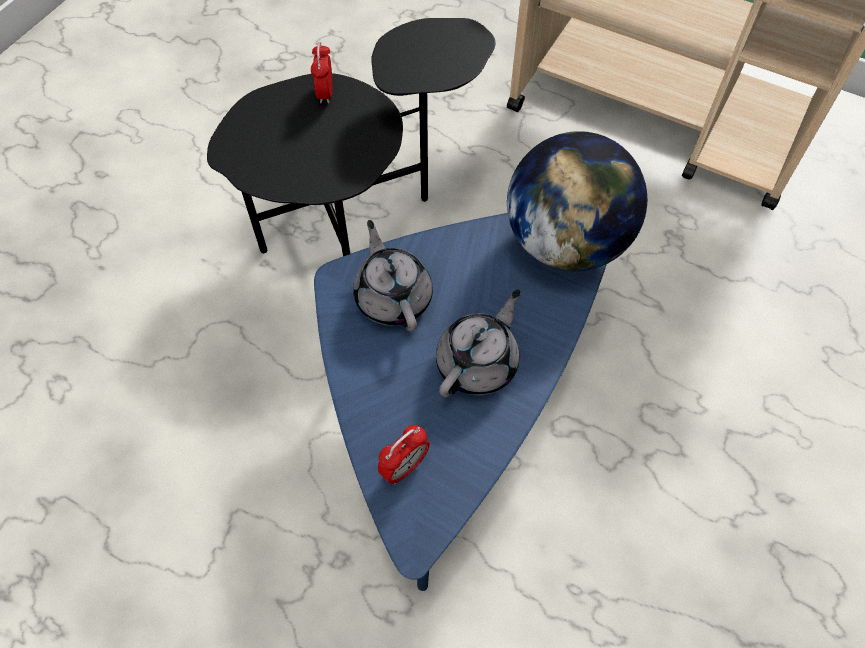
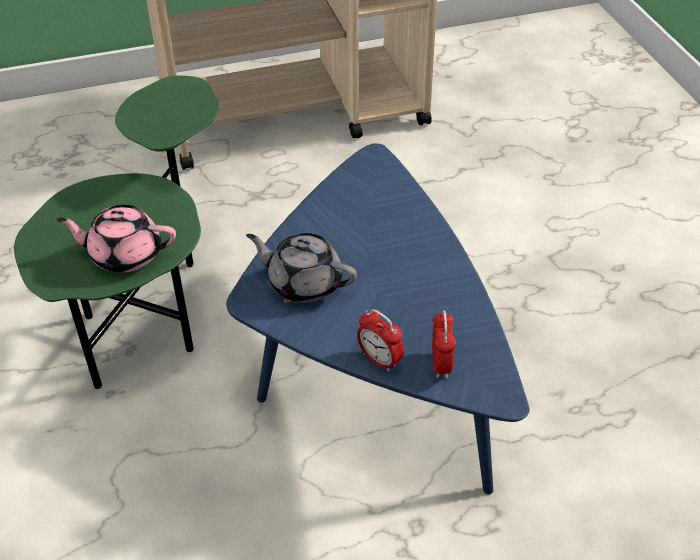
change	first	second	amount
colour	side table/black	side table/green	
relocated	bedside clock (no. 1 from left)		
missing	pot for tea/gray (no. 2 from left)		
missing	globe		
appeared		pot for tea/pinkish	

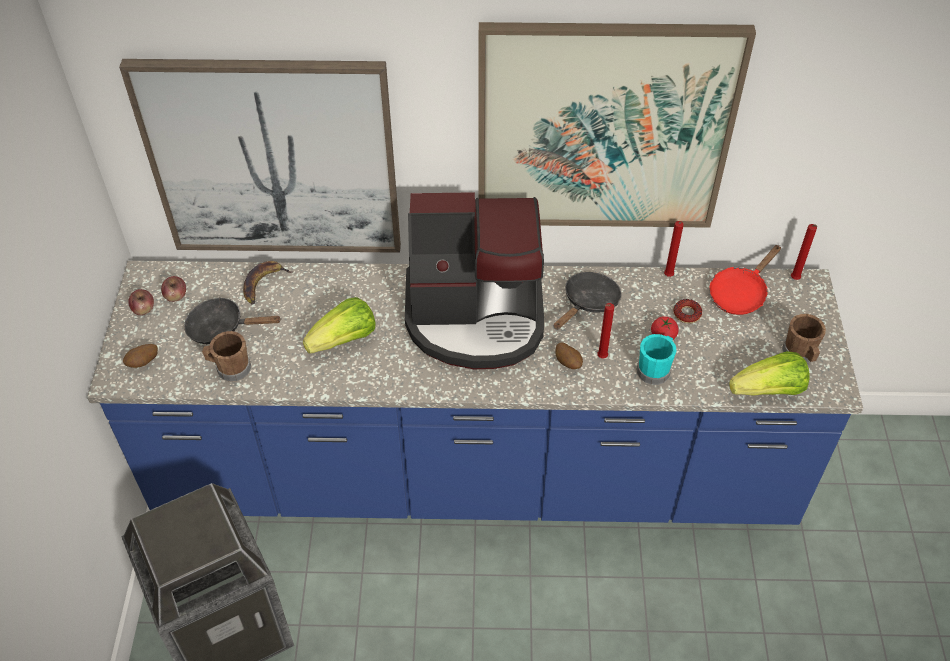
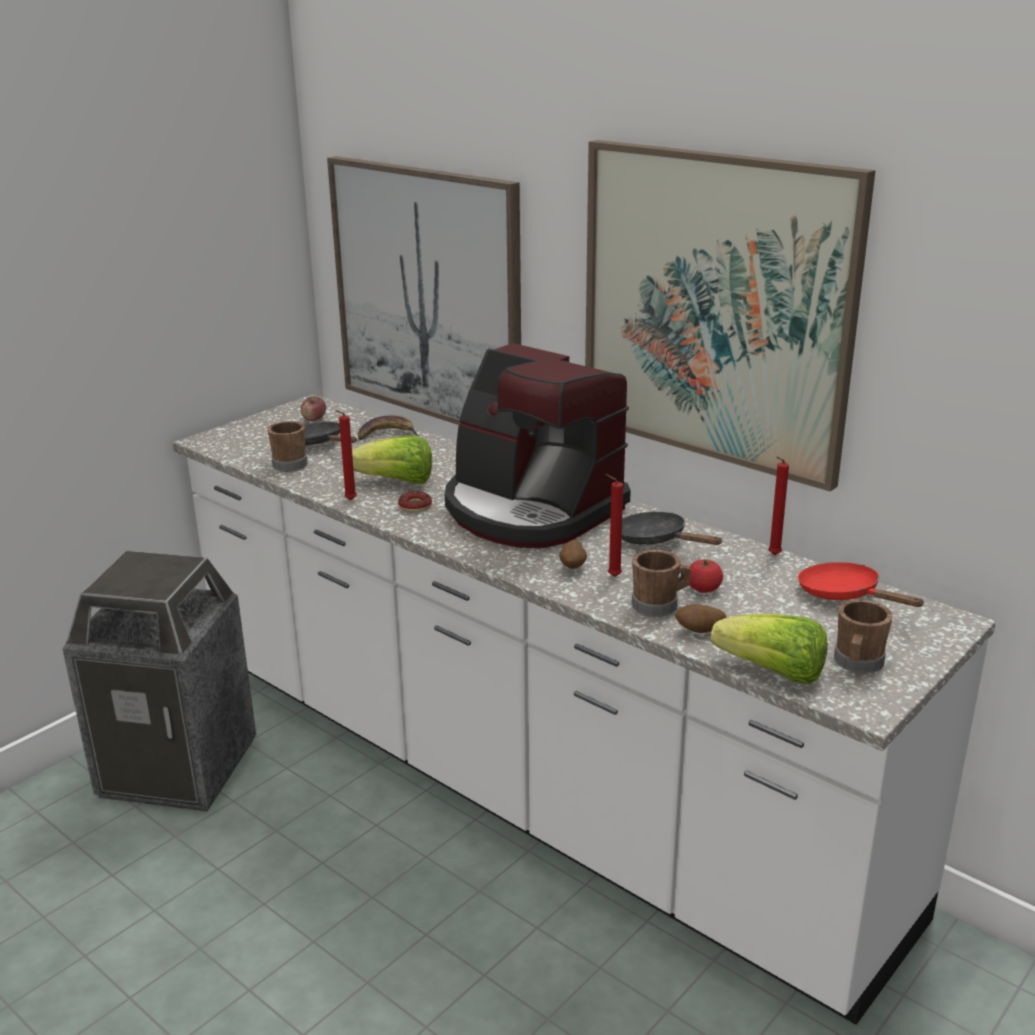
change	first	second	amount
colour	kitchen counter/blue	kitchen counter/white-coloured	
relocated	whole potato (no. 1 from left in the first image)	whole potato (no. 2 from left)	
missing	apple (no. 1 from left)		
spun	frying pan/black (no. 2 from left)		120 degrees counterclockwise
colour	tea mug/turquoise-coloured	tea mug/brown (no. 2 from left)	
relocated	doughnut		
spun	frying pan/reddish		60 degrees clockwise
relocated	wax light/reddish (no. 3 from left in the first image)	wax light/reddish (no. 1 from left)	

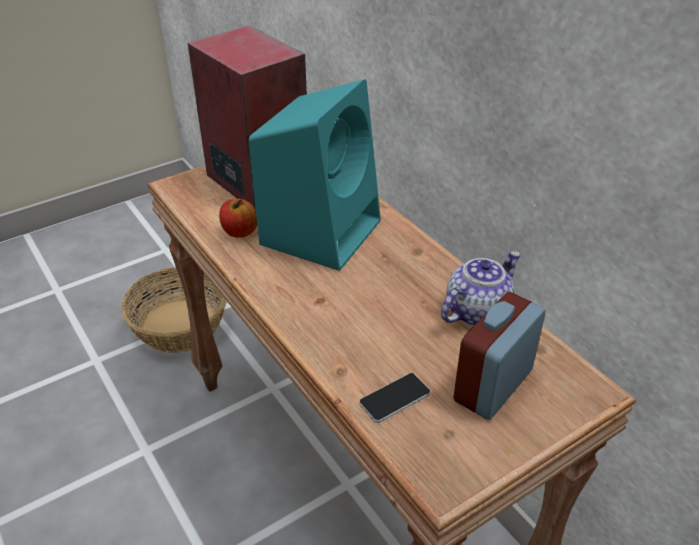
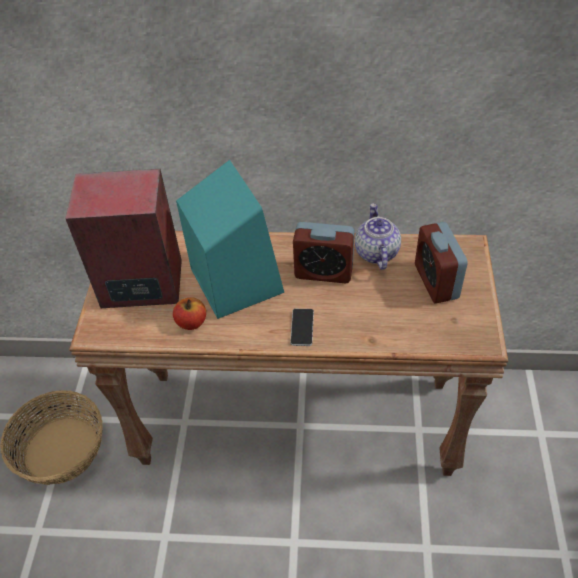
change	first	second	amount
relocated	telephone		
appeared		bedside clock (no. 1 from left)	

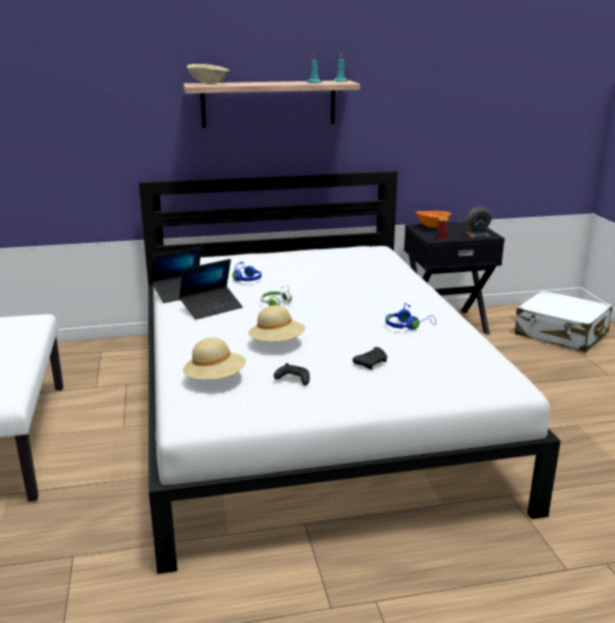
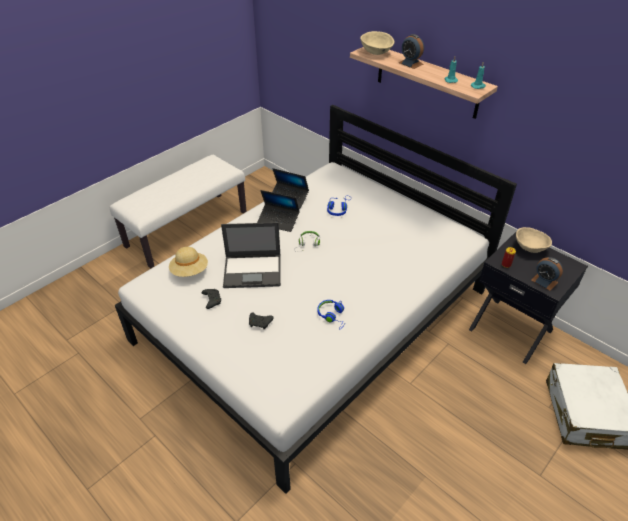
change	first	second	amount
exchanged	clothing hat/sand-coloured (no. 2 from left)	laptop (no. 1 from left)	
colour	serving bowl/orangey	serving bowl/sand-coloured (no. 2 from left)	
appeared		bedside clock (no. 1 from left)	

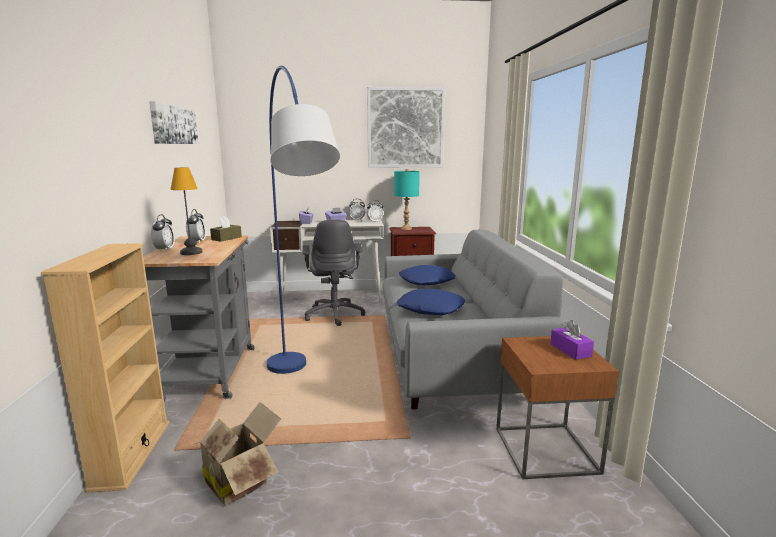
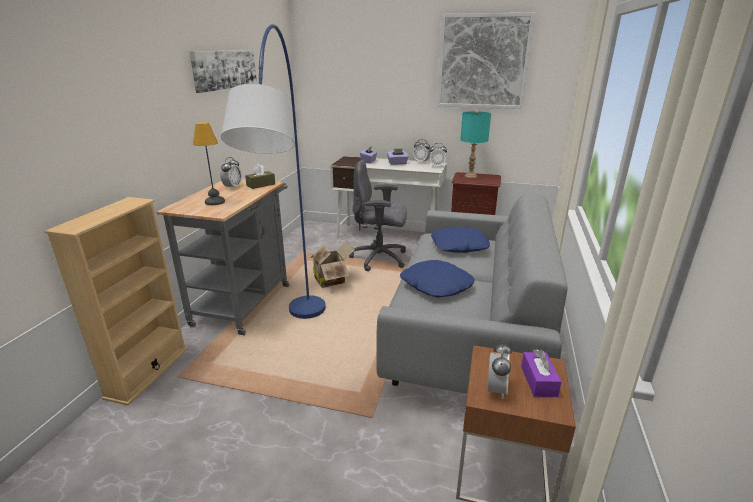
change	first	second	amount
relocated	bedside clock (no. 1 from left in the first image)	bedside clock (no. 4 from left)	
relocated	cardboard box		
spun	computer chair/gray		90 degrees clockwise

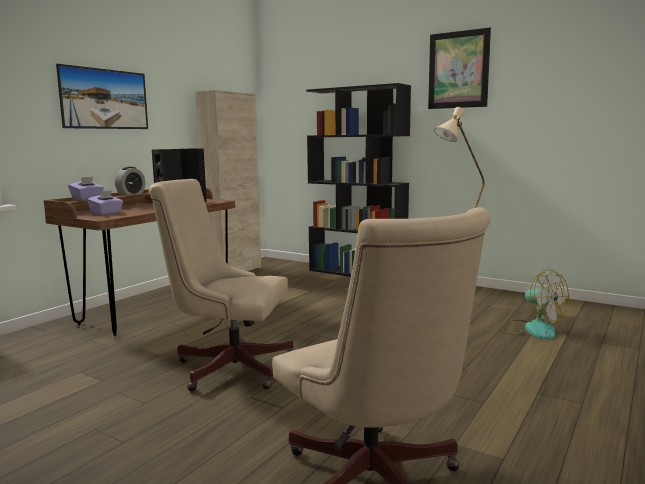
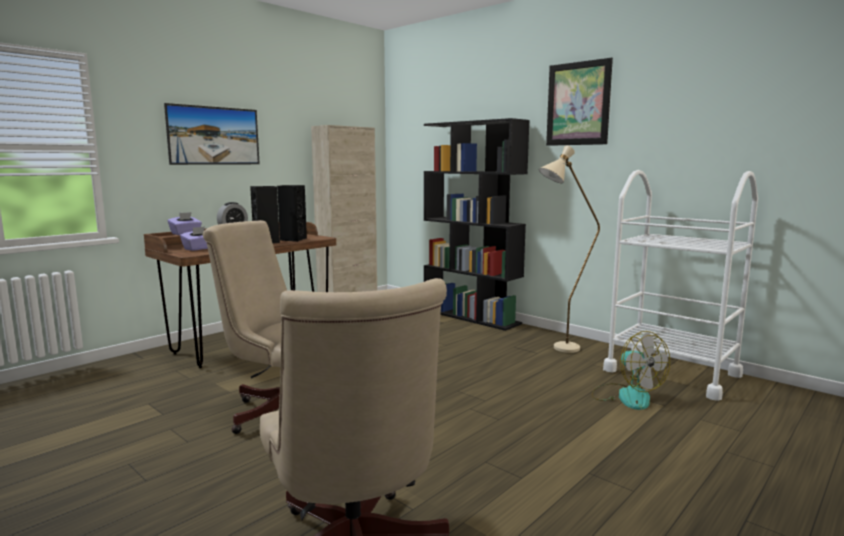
change	first	second	amount
appeared		trolley/white-coloured	

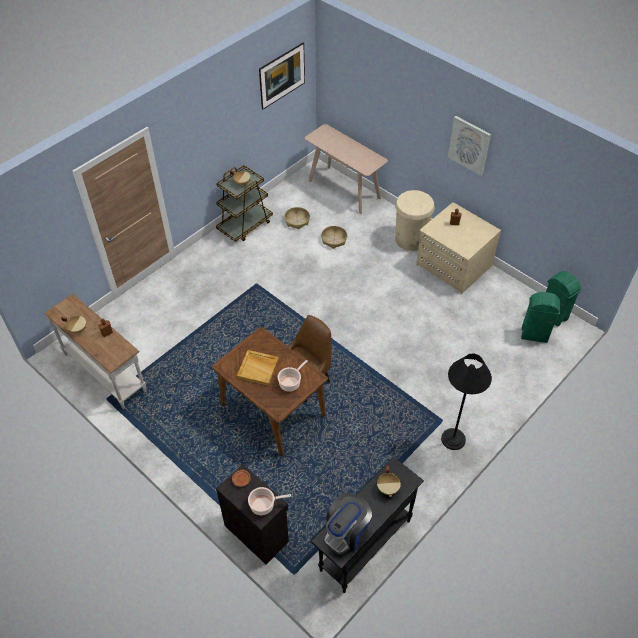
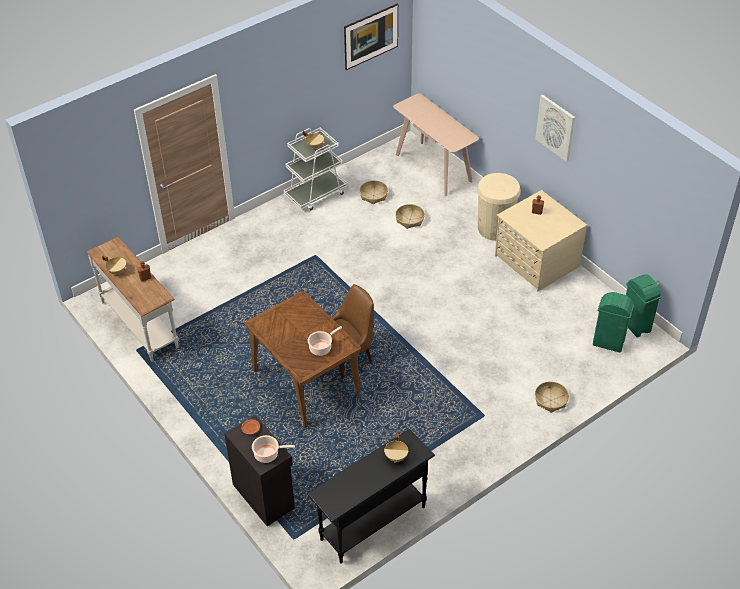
change	first	second	amount
colour	trolley/brown	trolley/white-coloured	
missing	tray/sand-coloured		
missing	coffee brewer		
missing	standard lamp/black		
appeared		household basket (no. 3 from left)	

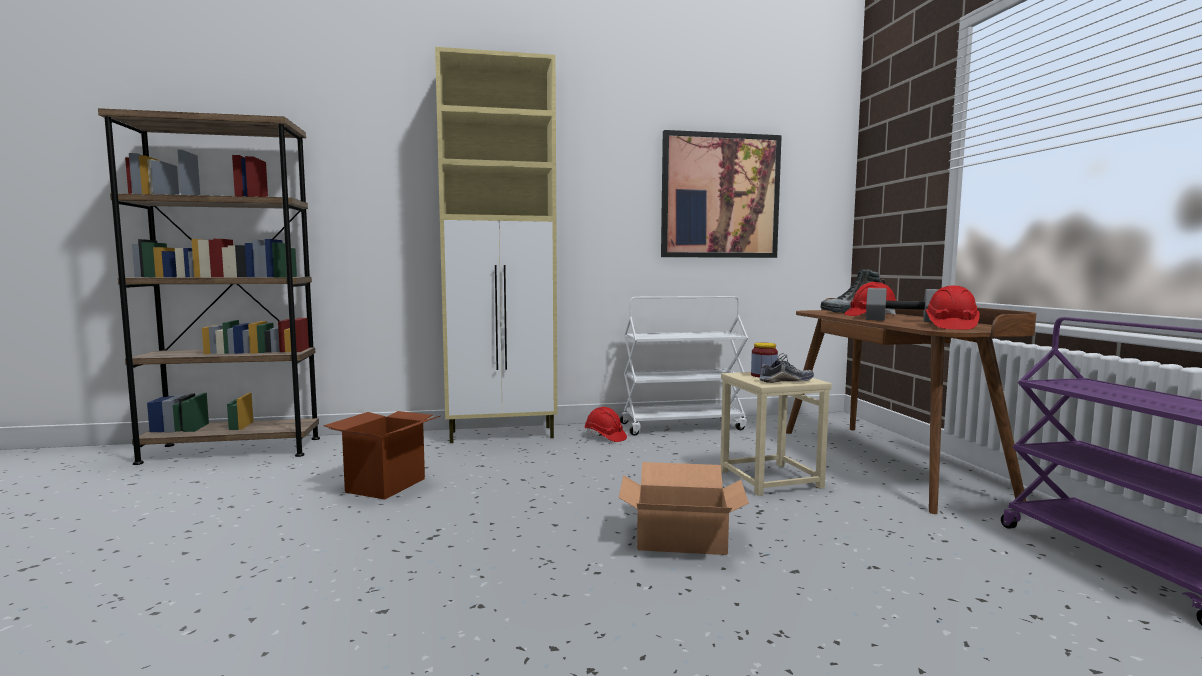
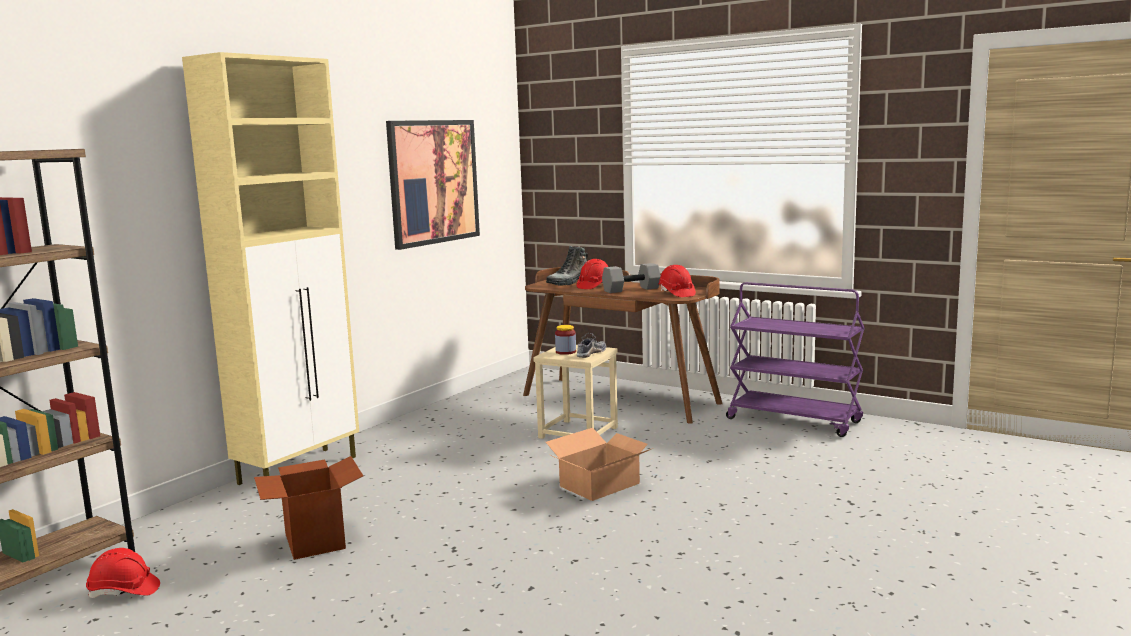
change	first	second	amount
relocated	hard hat/reddish (no. 1 from left)		
missing	trolley/white-coloured		

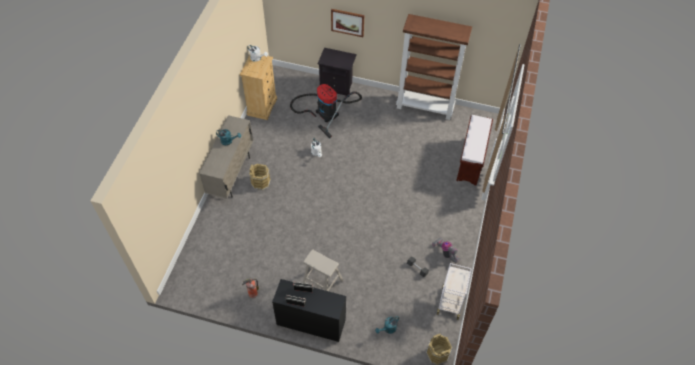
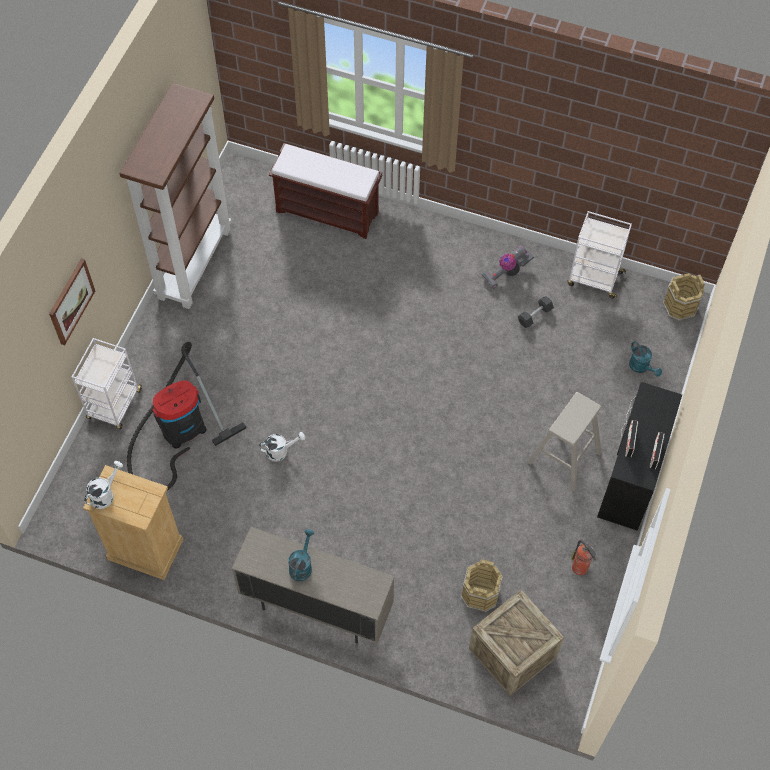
change	first	second	amount
relocated	bucket/brown (no. 1 from left)		
exchanged	bedside table/black	trolley/white-coloured (no. 1 from left)	
appeared		shipping crate	

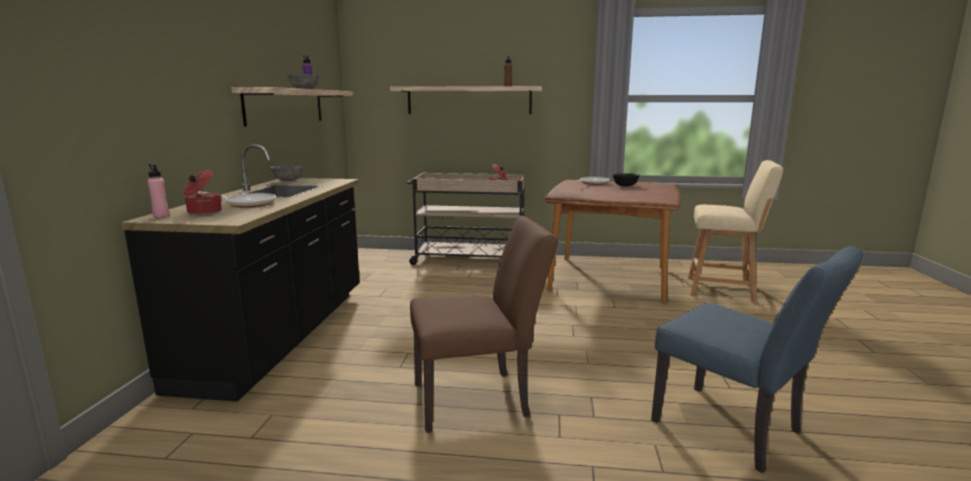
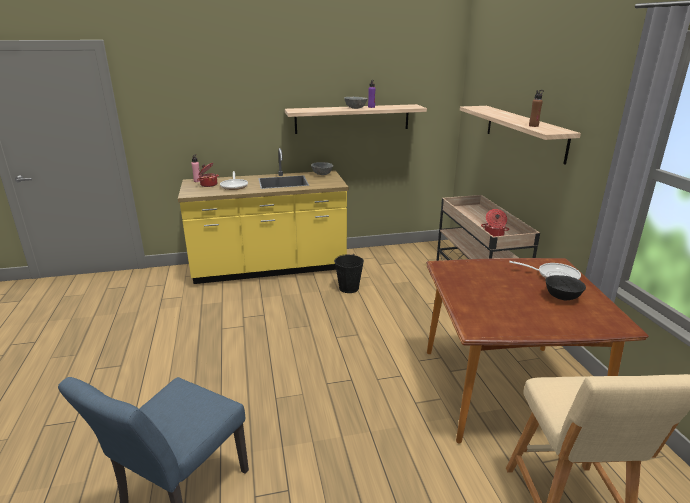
change	first	second	amount
colour	kitchen counter/black	kitchen counter/yellow	
missing	upright chair/brown		
appeared		bucket/black	

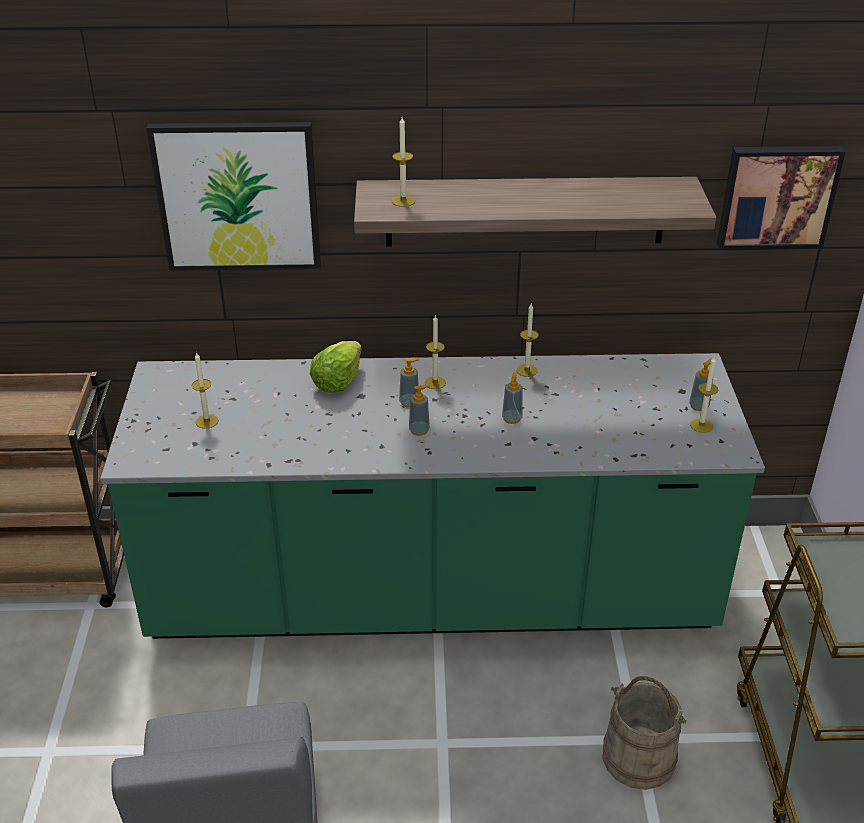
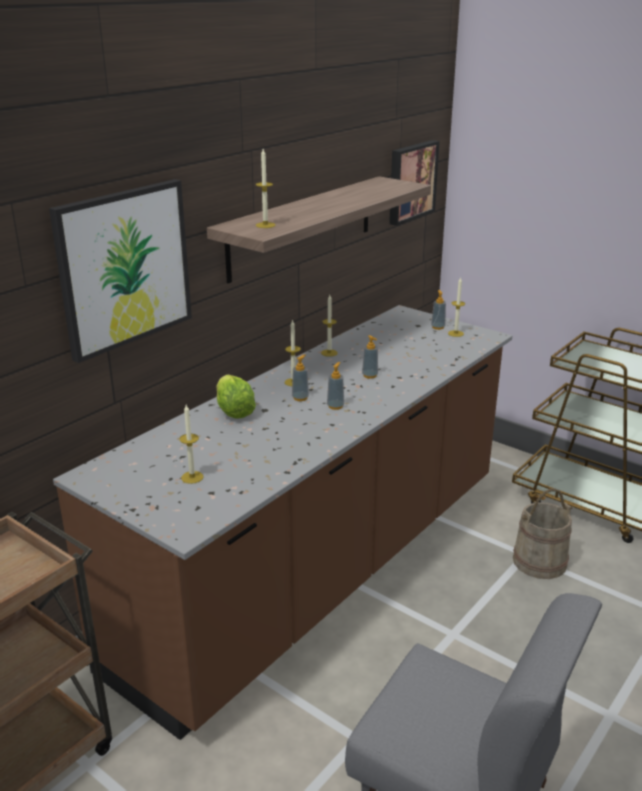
change	first	second	amount
colour	kitchen counter/green	kitchen counter/brown	

